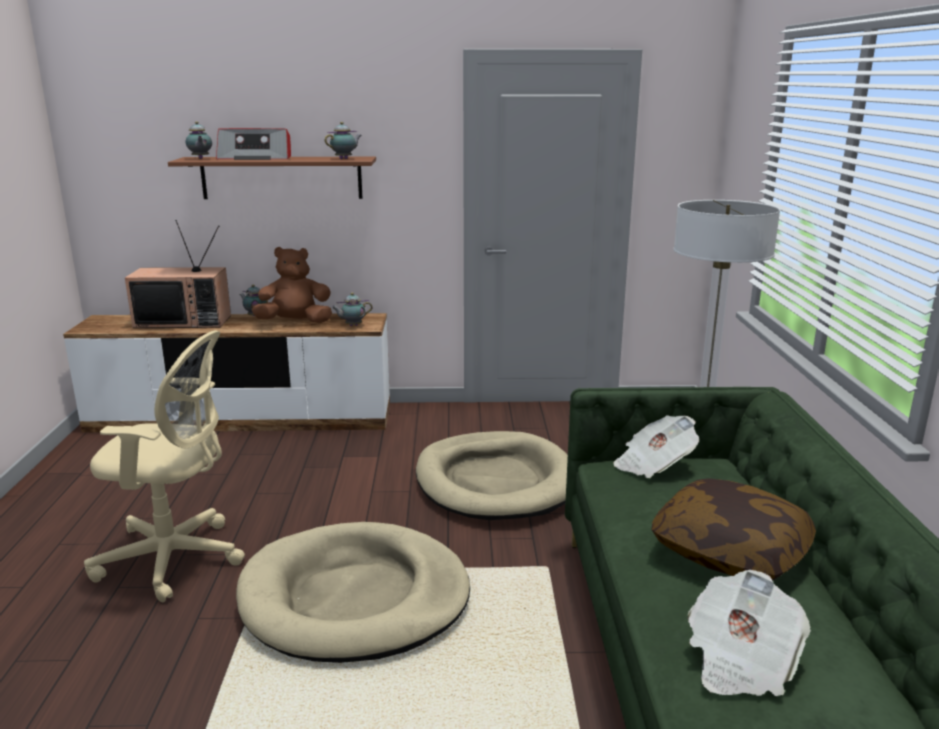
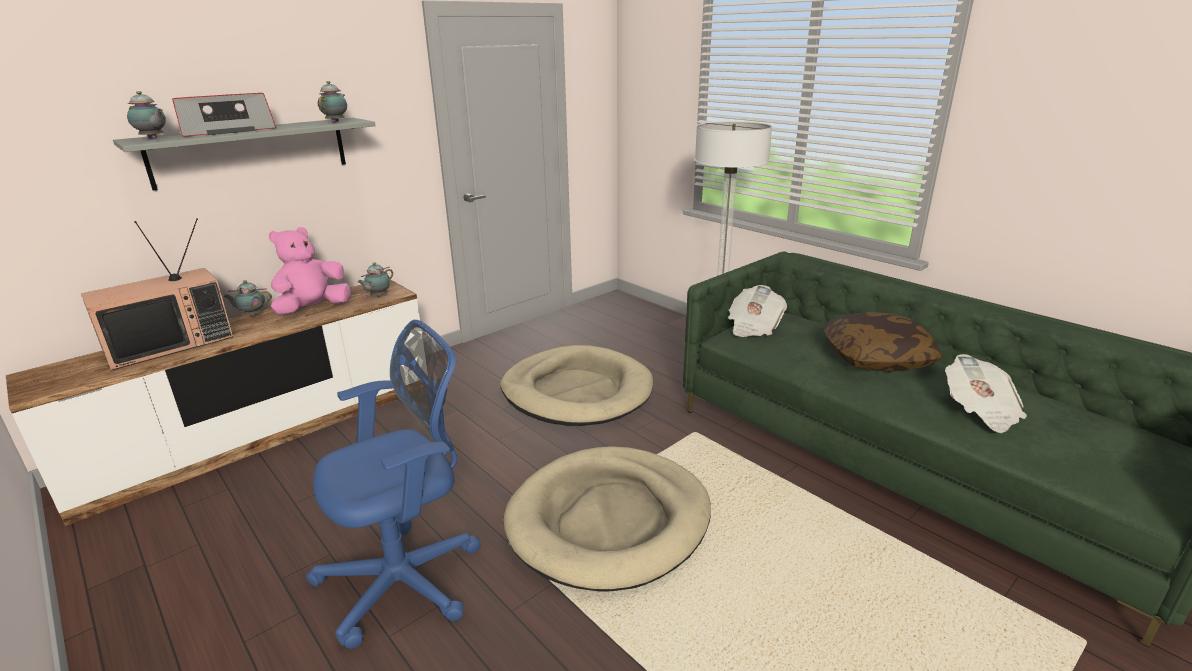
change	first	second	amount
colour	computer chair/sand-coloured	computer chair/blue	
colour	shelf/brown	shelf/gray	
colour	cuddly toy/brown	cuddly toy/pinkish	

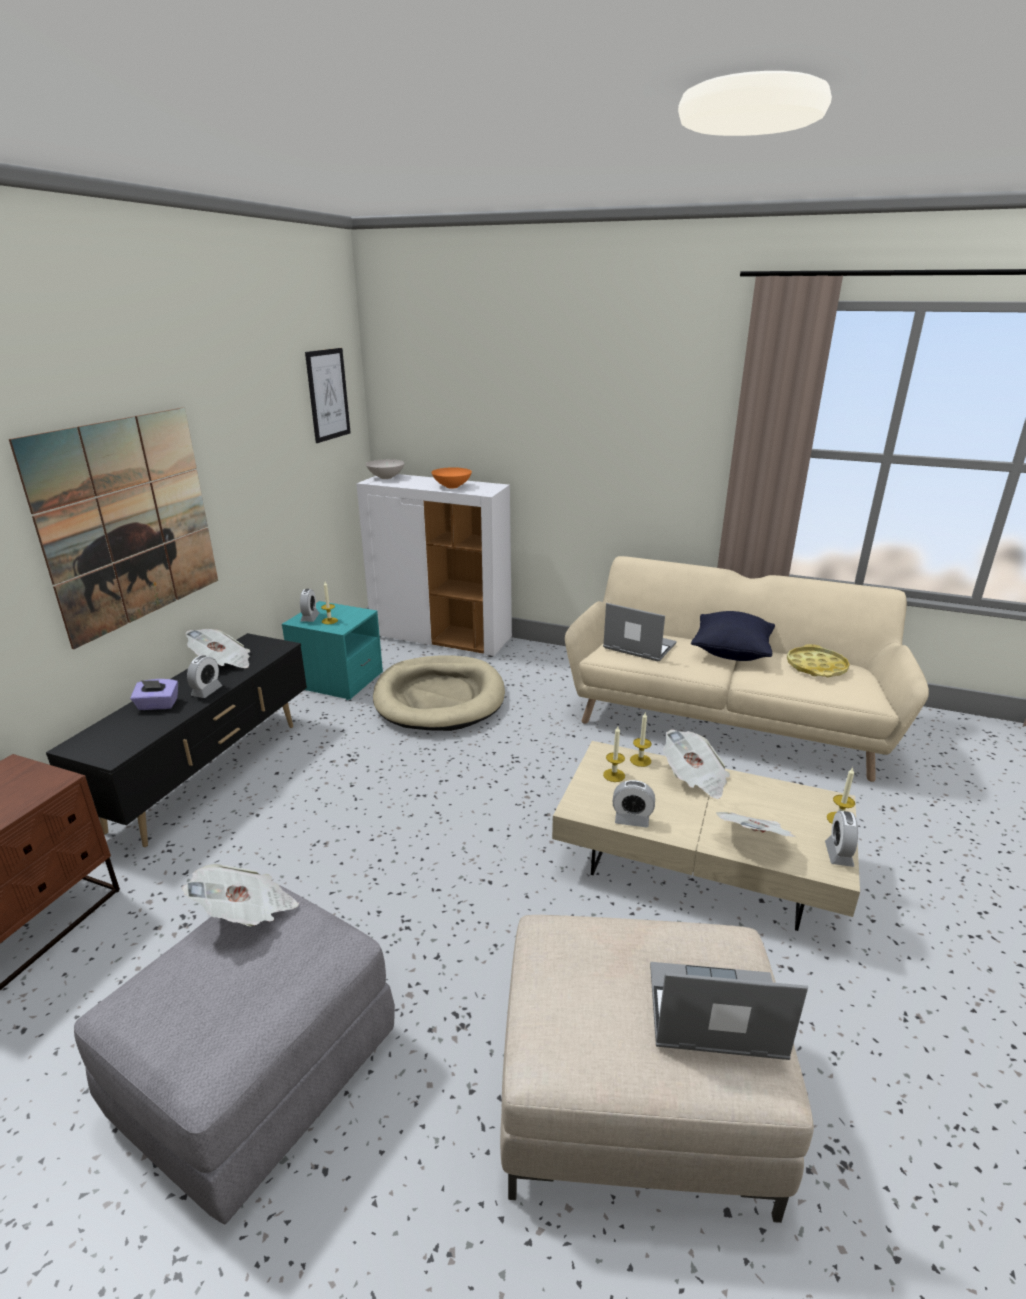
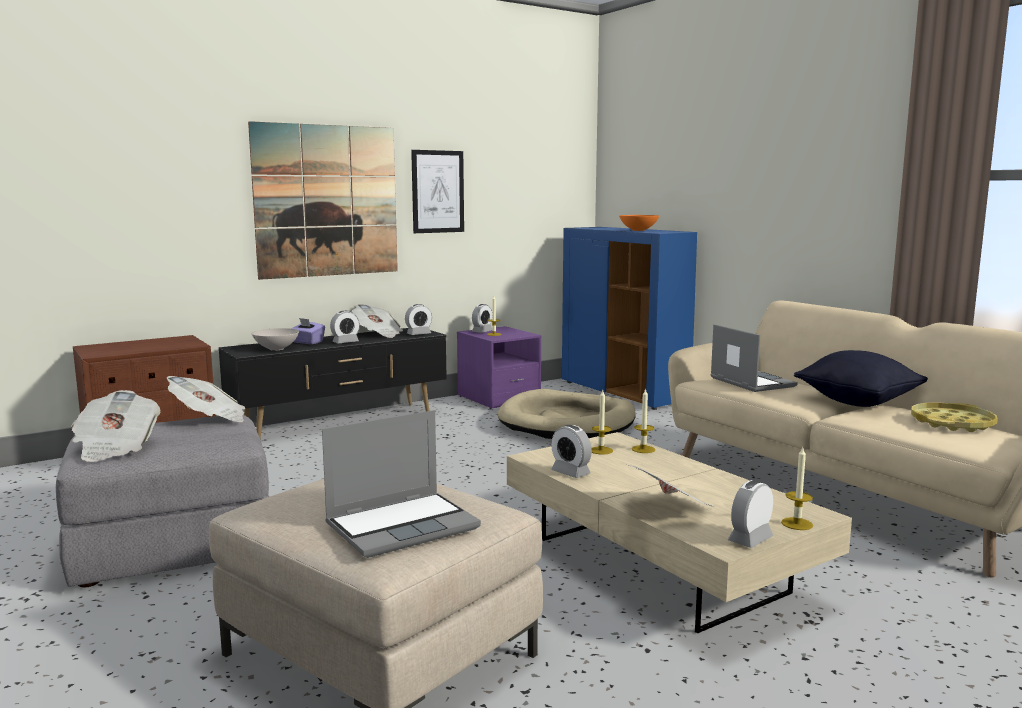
change	first	second	amount
colour	bedside table/turquoise-coloured	bedside table/purplish	
relocated	wall art (no. 2 from left)		
colour	cupboard/white-coloured	cupboard/blue	
relocated	serving bowl/white-coloured		
spun	laptop (no. 2 from left in the first image)	laptop (no. 1 from left)	105 degrees clockwise
relocated	newspaper (no. 3 from left in the first image)	newspaper (no. 1 from left)	
appeared		bedside clock (no. 2 from left)	

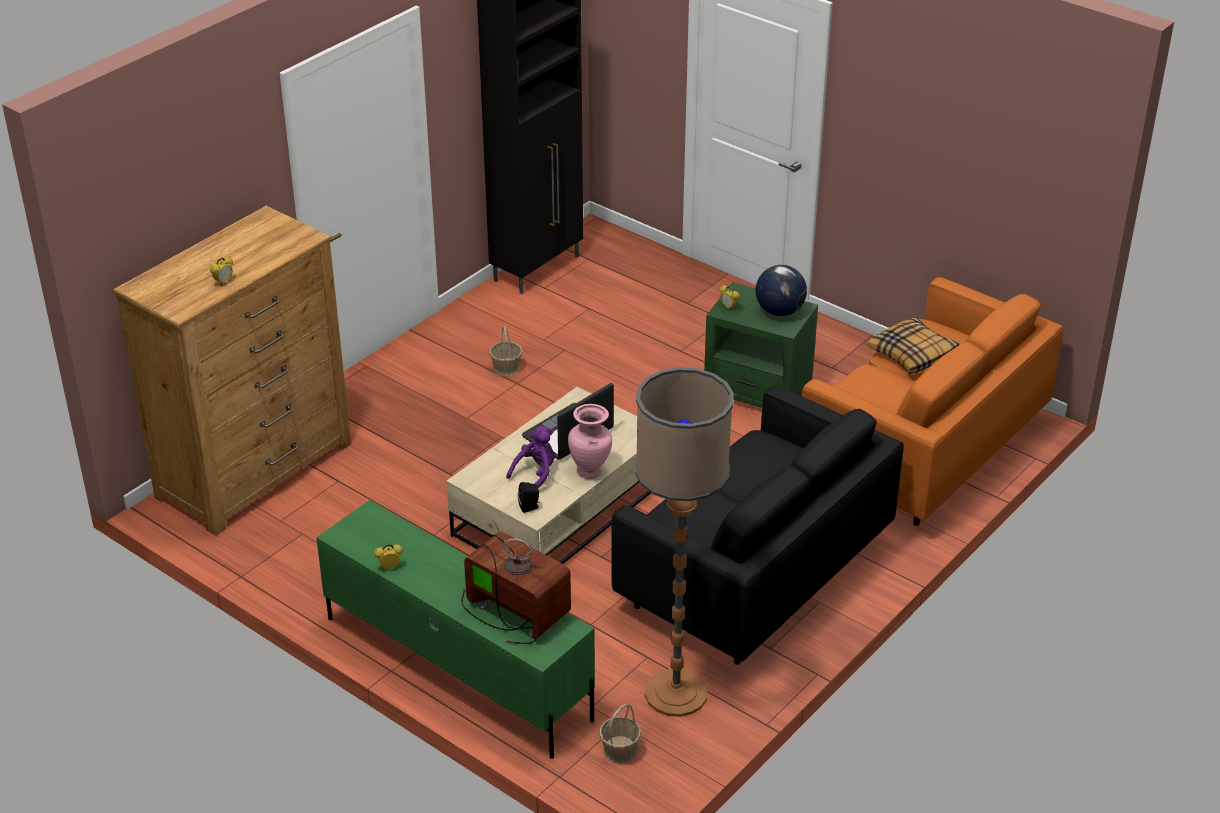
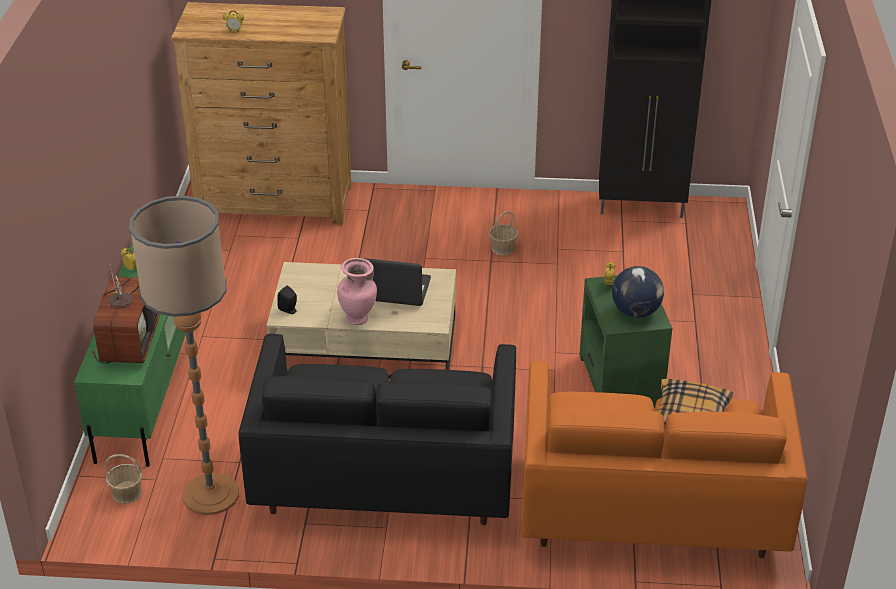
change	first	second	amount
missing	cuddly toy/purplish		

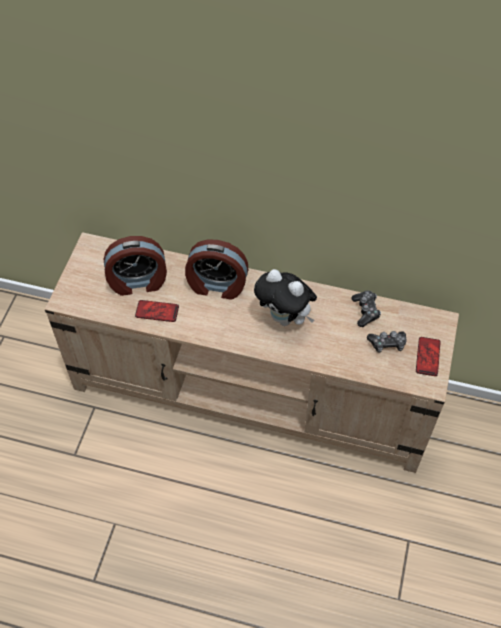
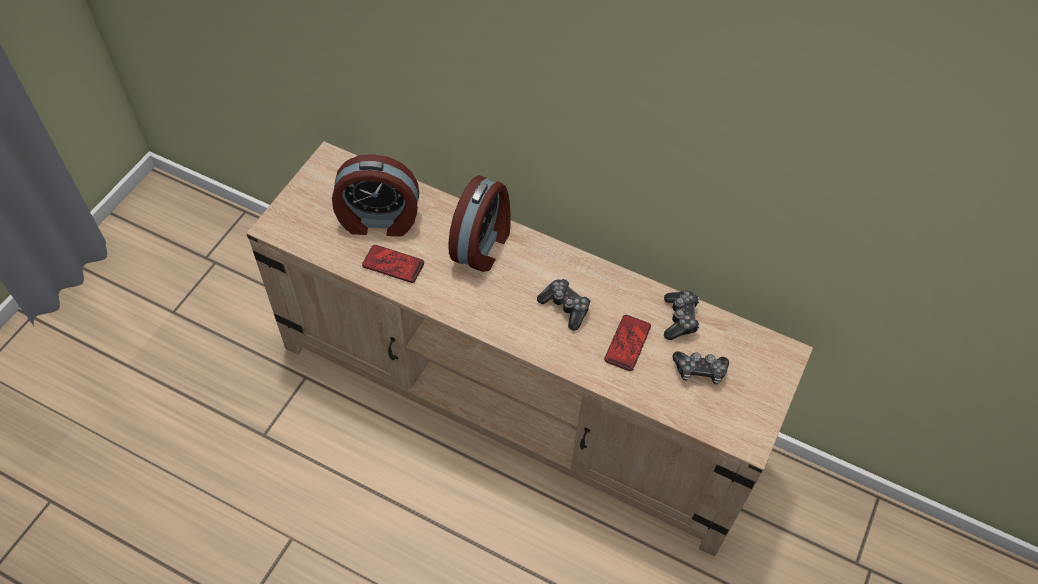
change	first	second	amount
spun	bedside clock (no. 2 from left)		90 degrees counterclockwise
exchanged	cuddly toy	joypad (no. 1 from left)	
relocated	telephone (no. 2 from left)		

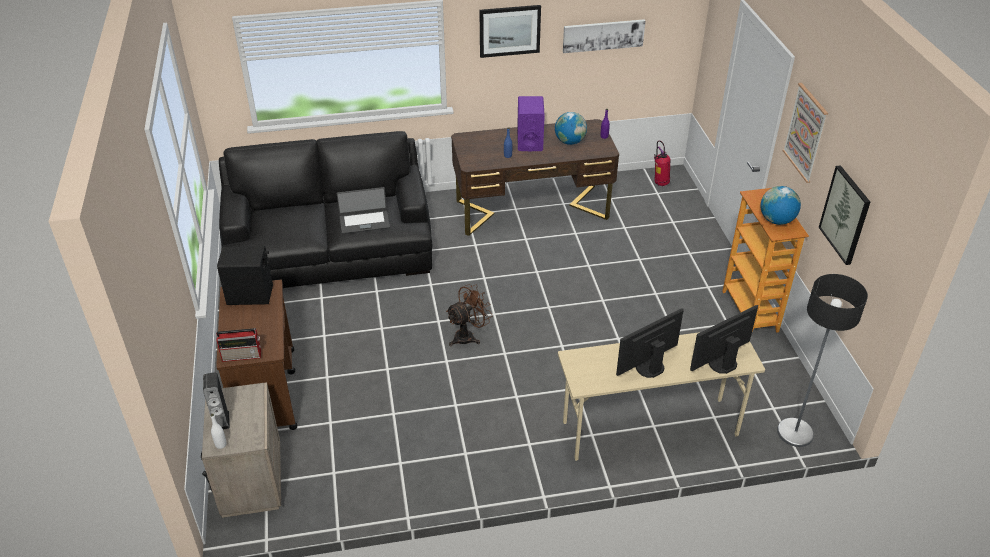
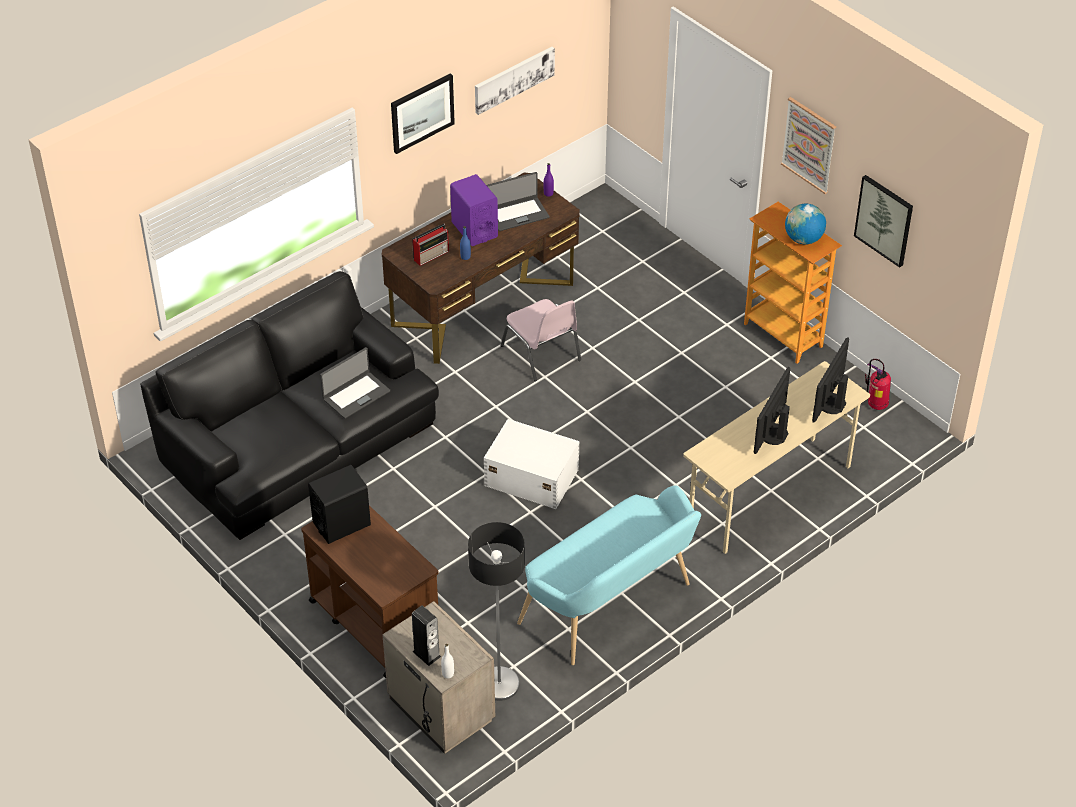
change	first	second	amount
relocated	radio		
exchanged	electric fan/brown	storage bin/white-coloured	
exchanged	globe (no. 1 from left)	laptop (no. 2 from left)	
relocated	extinguisher		
relocated	standard lamp		
appeared		upright chair/pinkish	
appeared		indoor bench/turquoise-coloured	

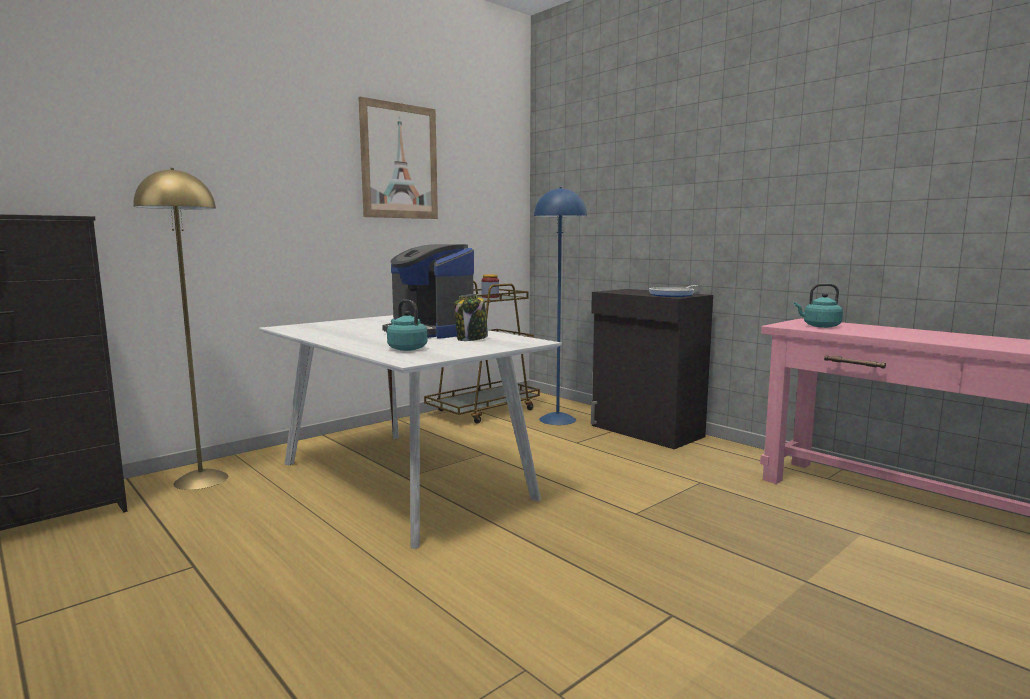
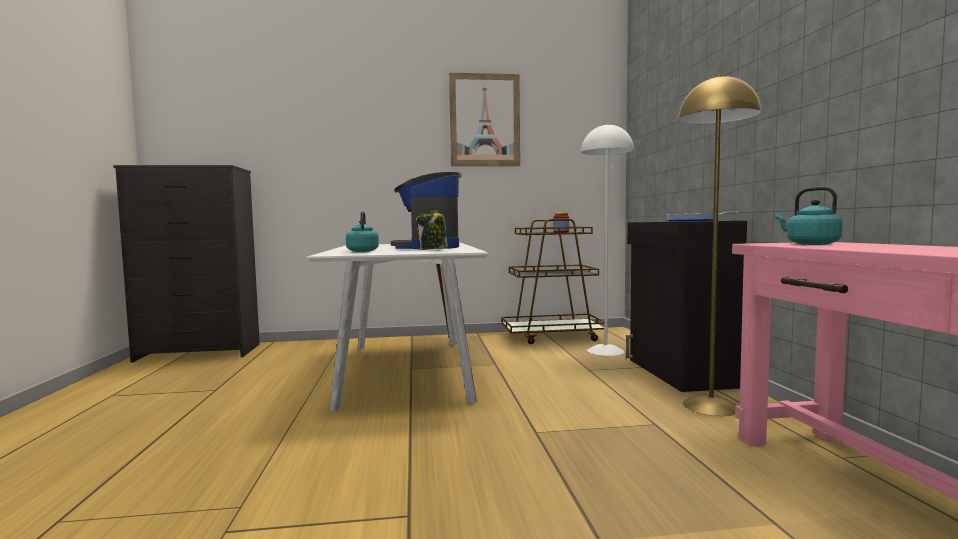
change	first	second	amount
relocated	standard lamp/yellow		
colour	standard lamp/blue	standard lamp/white-coloured	

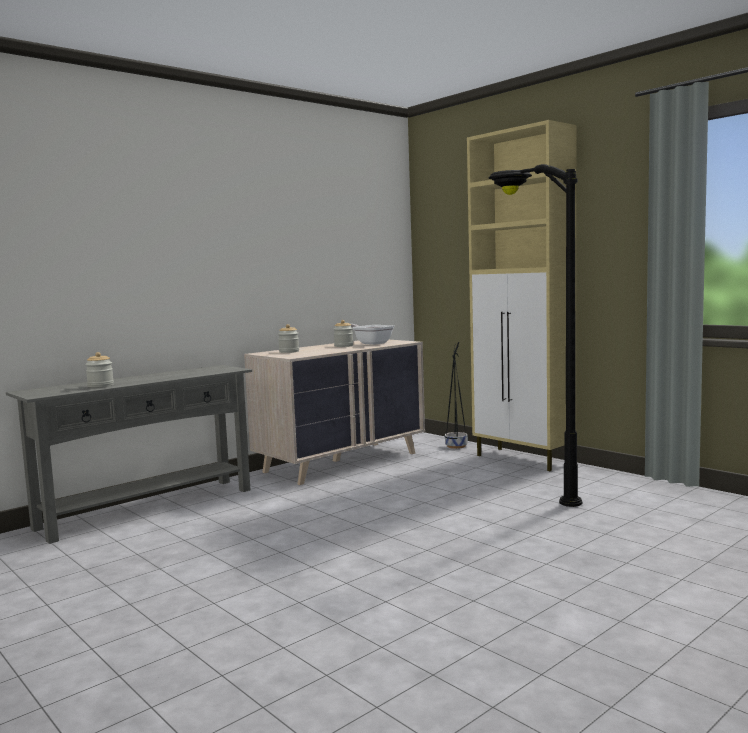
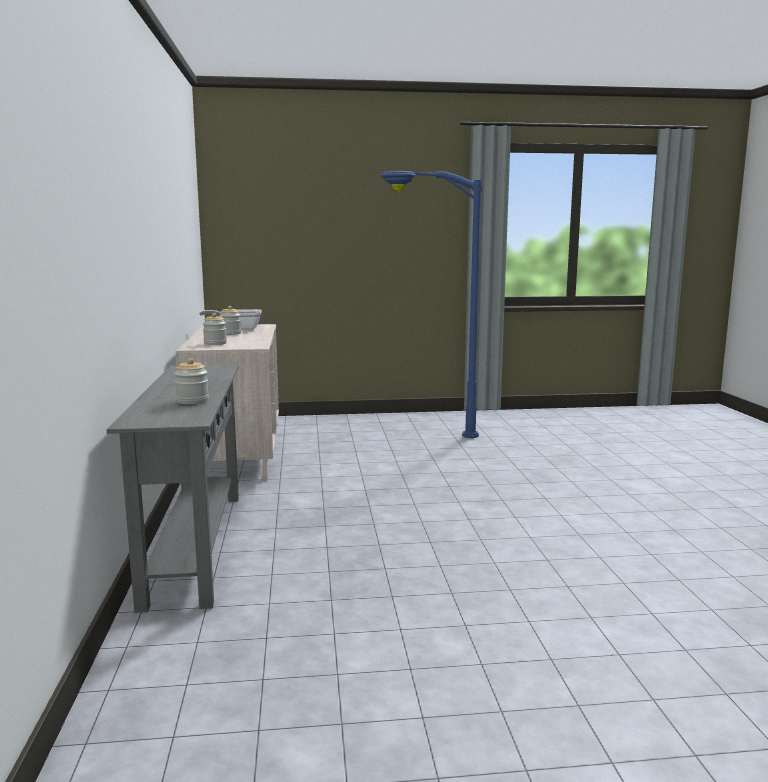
change	first	second	amount
missing	planter/black		
missing	cupboard/sand-coloured		
colour	standard lamp/black	standard lamp/blue	

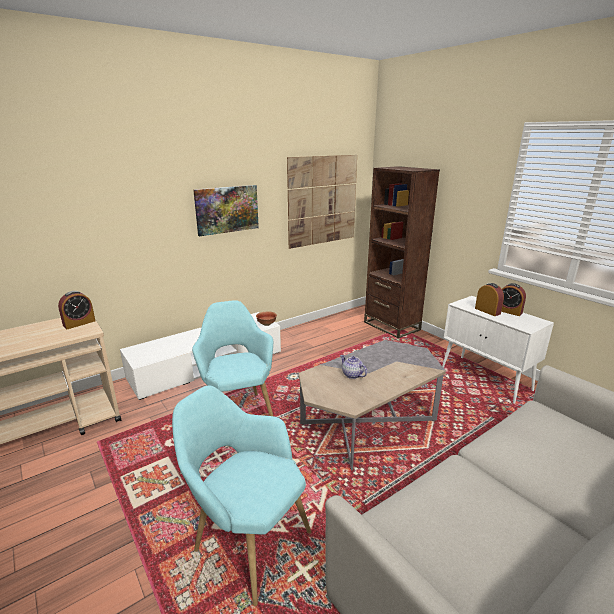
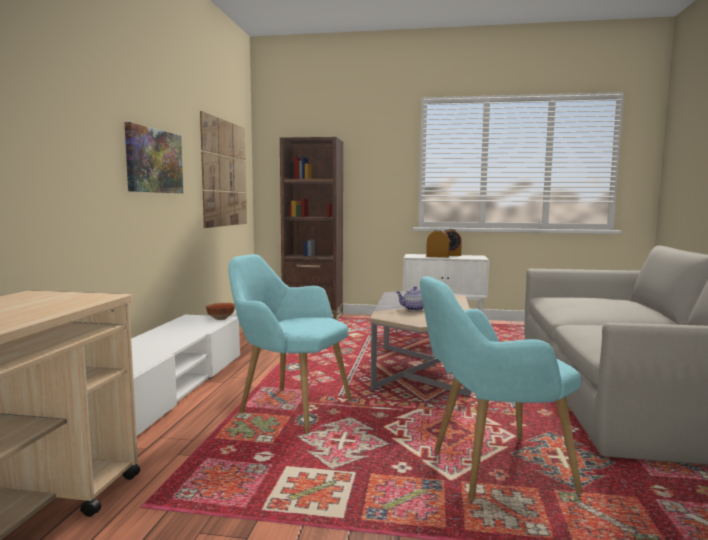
change	first	second	amount
missing	bedside clock (no. 1 from left)		

